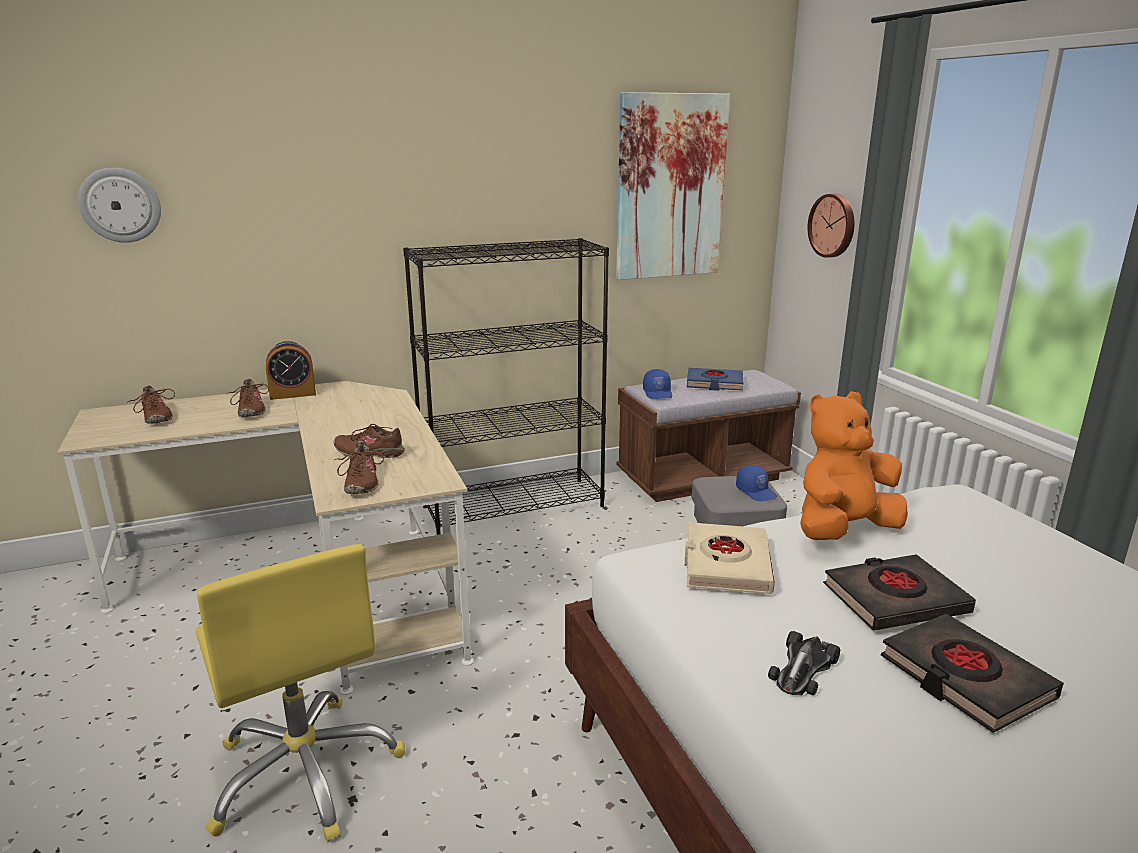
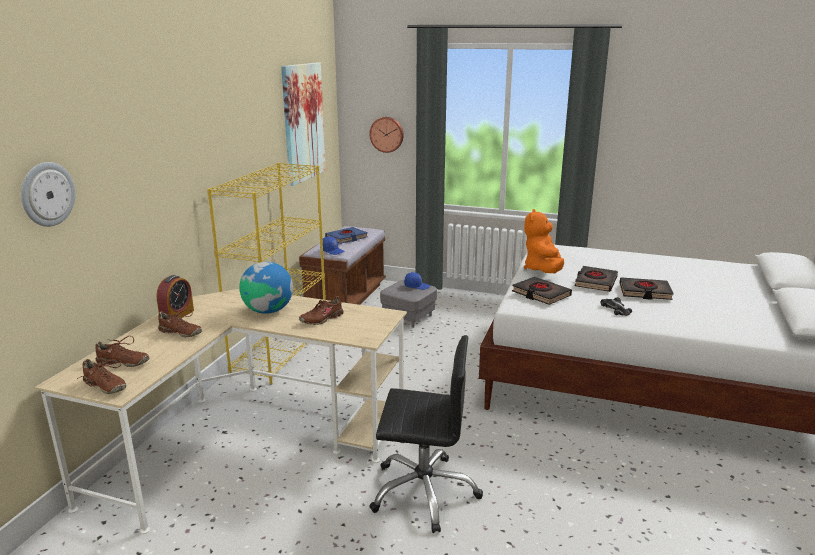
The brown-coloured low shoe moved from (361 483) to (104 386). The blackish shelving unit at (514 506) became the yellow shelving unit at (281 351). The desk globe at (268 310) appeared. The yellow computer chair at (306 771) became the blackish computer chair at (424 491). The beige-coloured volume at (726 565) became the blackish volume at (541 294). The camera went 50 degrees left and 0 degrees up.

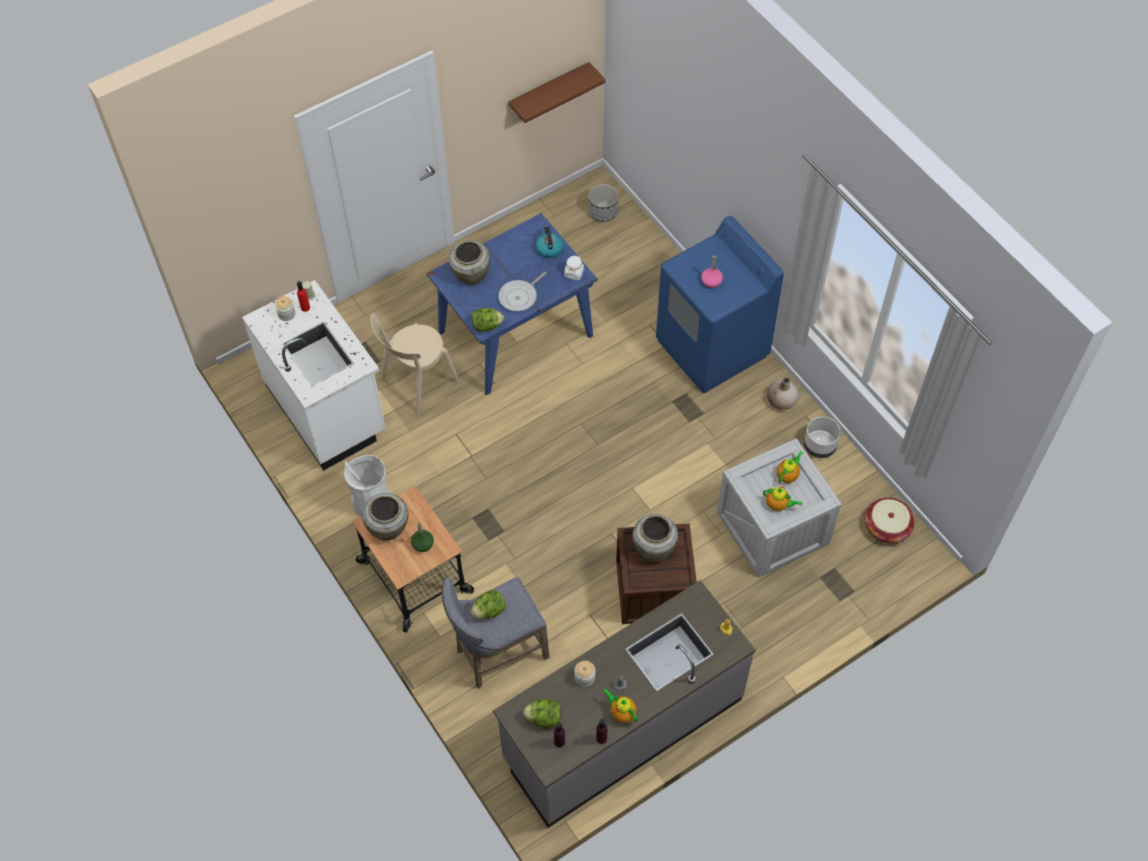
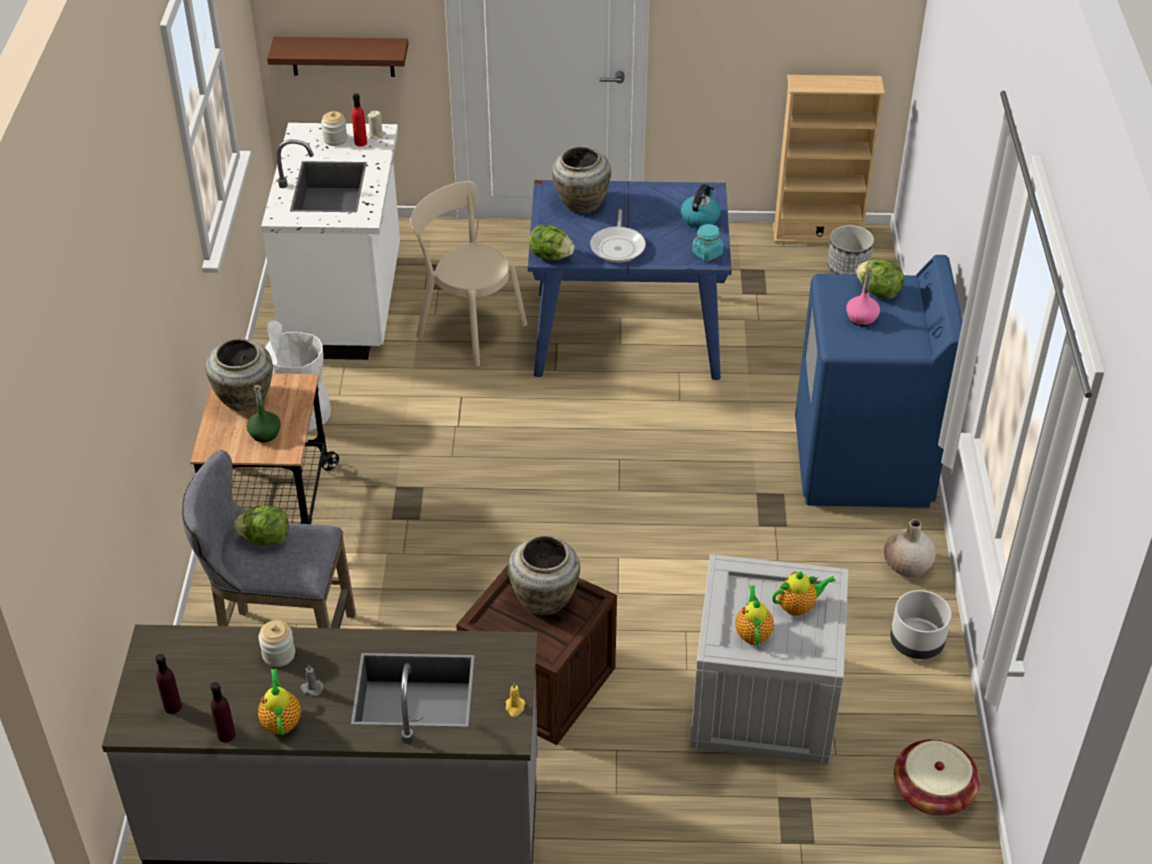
The brown-coloured shelf moved from (549 92) to (342 56). The beige-coloured upright chair at (416 382) turned 45 degrees clockwise. The pan at (519 296) turned 75 degrees counterclockwise. The white-coloured storage jar at (574 273) became the turquoise storage jar at (707 253). The tea pot at (778 505) turned 150 degrees counterclockwise. The beige-coloured shelving unit at (817 234) appeared. The lettuce head moved from (544 718) to (878 292). The camera went 35 degrees right and 15 degrees down.

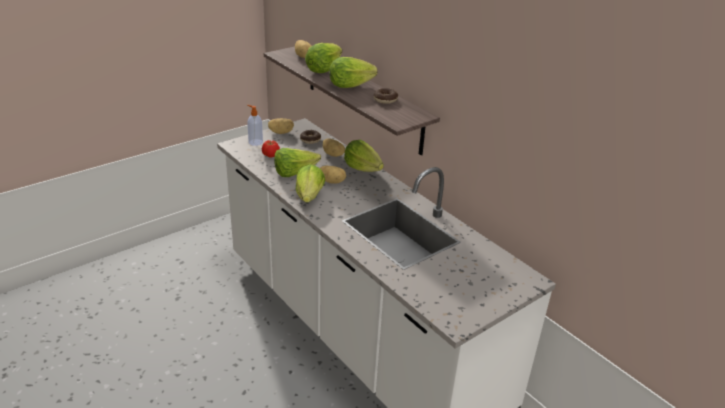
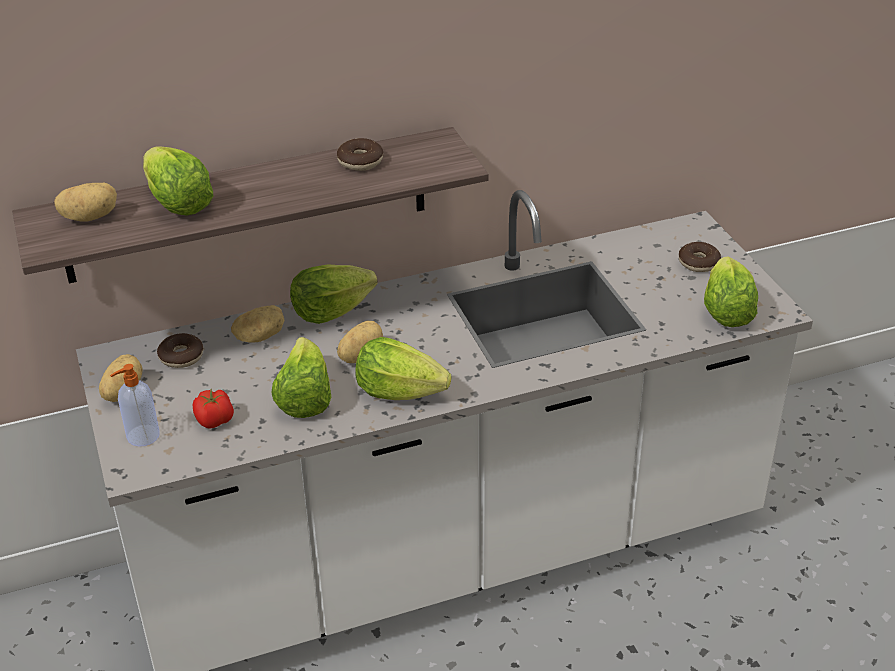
The doughnut at (698 263) appeared. The lettuce head moved from (350 85) to (726 312). The camera went 70 degrees left and 5 degrees up.

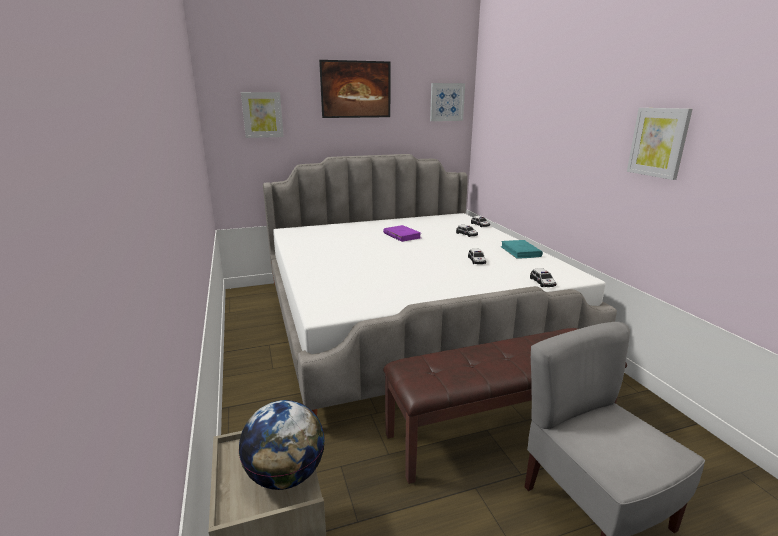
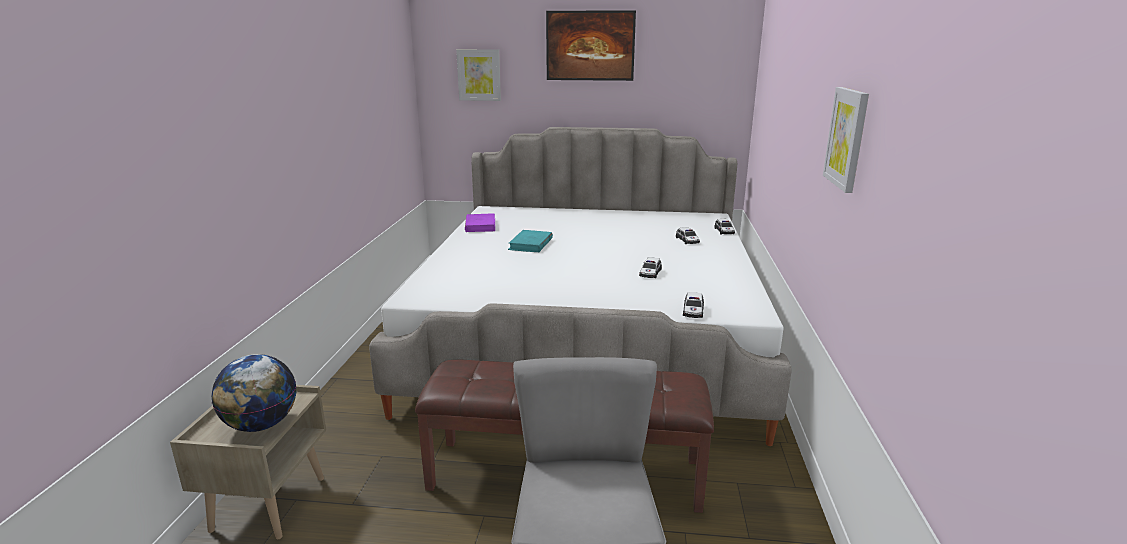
The purple-coloured volume moved from (402 235) to (480 225). The turquoise volume moved from (520 251) to (530 244). The picture at (447 102) disappeared. The camera went 25 degrees right and 0 degrees up.

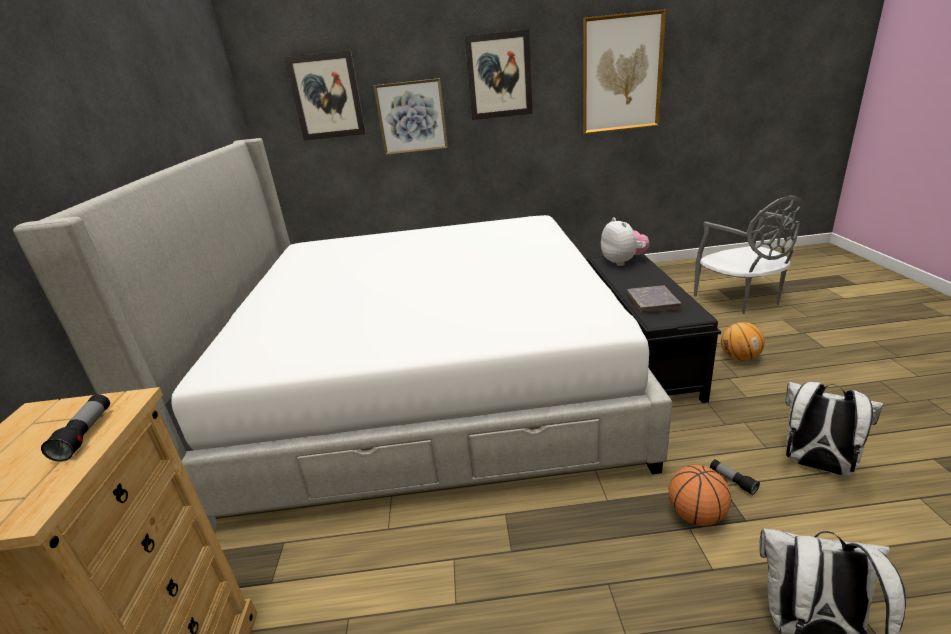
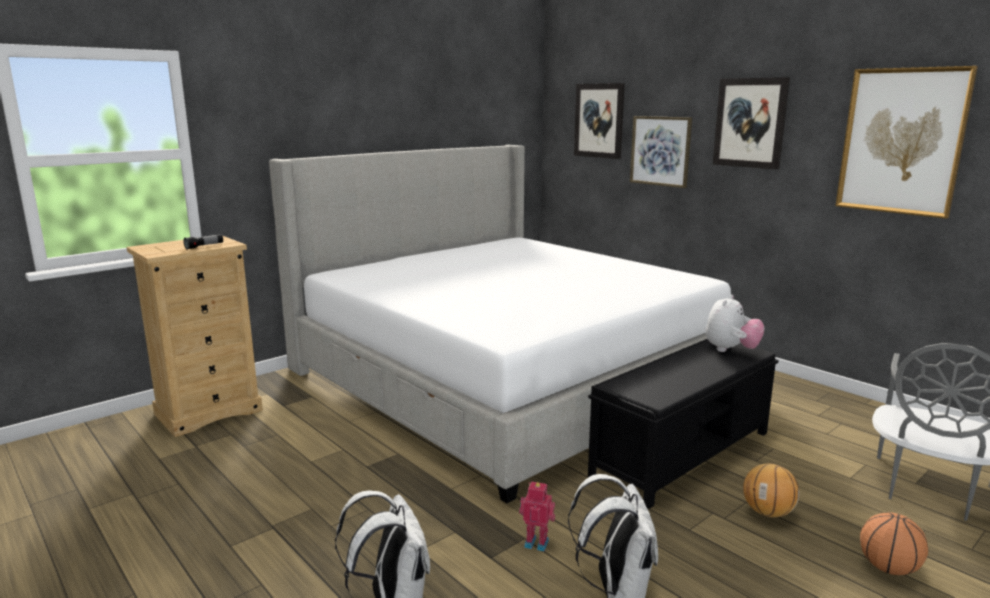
The flashlight at (732 481) was replaced by the robot figure at (537 542). The ball for basketball moved from (696 515) to (888 568). The gray volume at (652 303) disappeared. The camera went 50 degrees right and 10 degrees down.

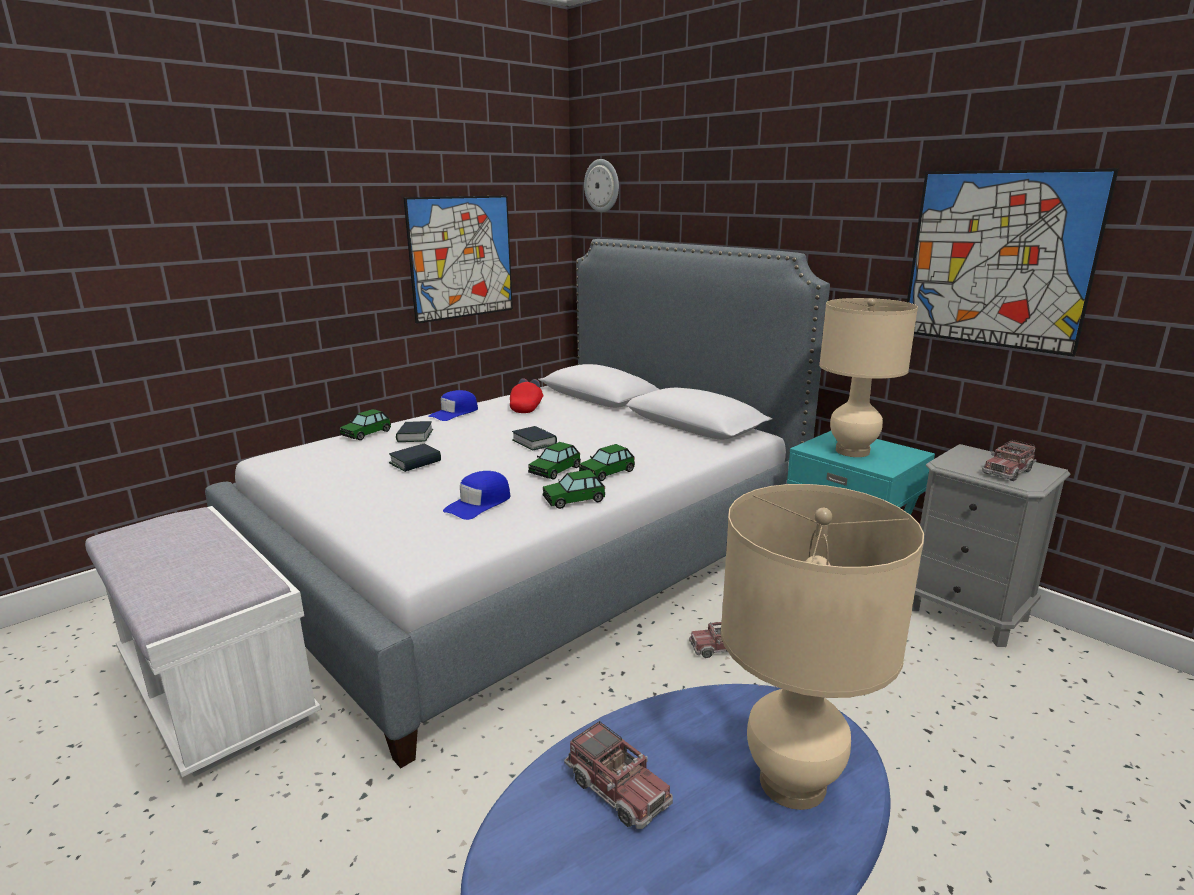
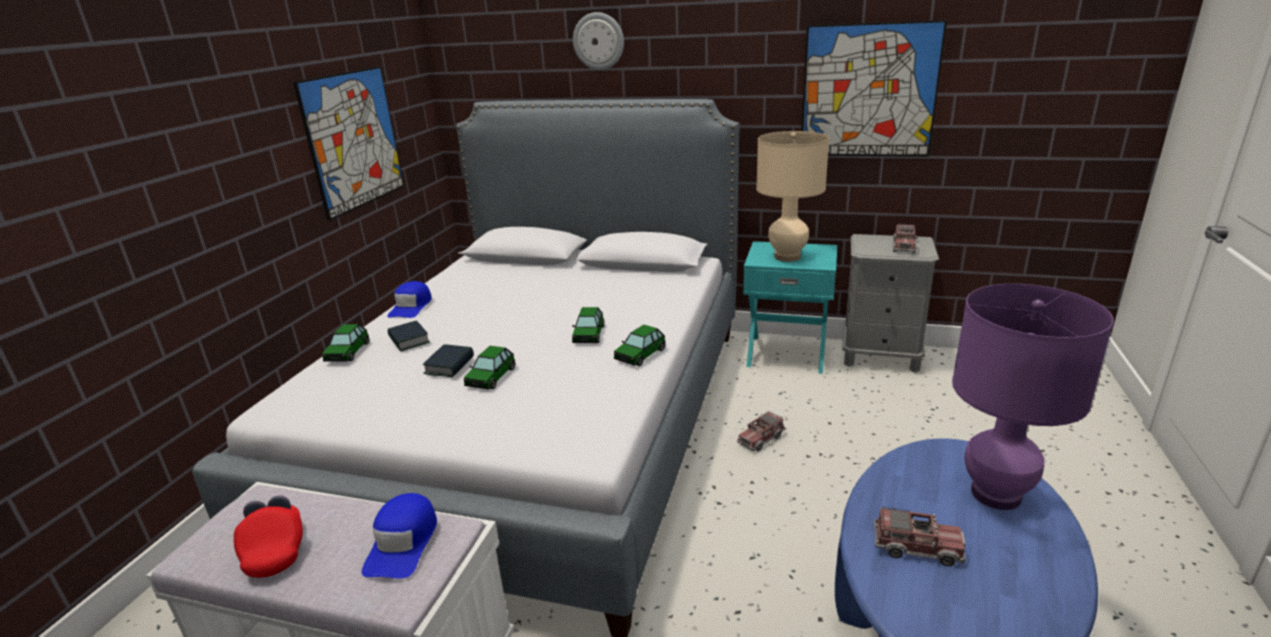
The reddish baseball cap moved from (527 407) to (275 550). The blue-coloured baseball cap moved from (479 504) to (403 543). The model car moved from (607 472) to (491 377). The wall clock moved from (602 185) to (598 41). The beige-coloured lamp for a table at (792 783) became the purple-coloured lamp for a table at (996 495). The volume at (534 442) disappeared. The camera went 30 degrees left and 5 degrees up.

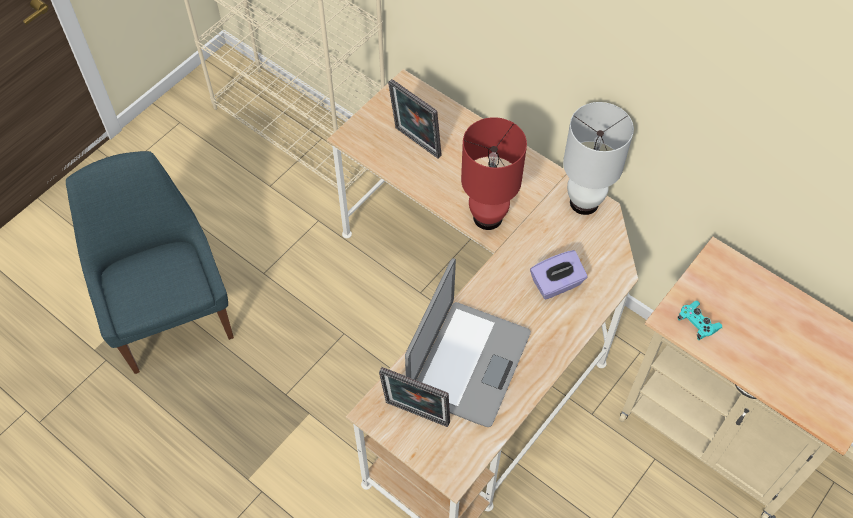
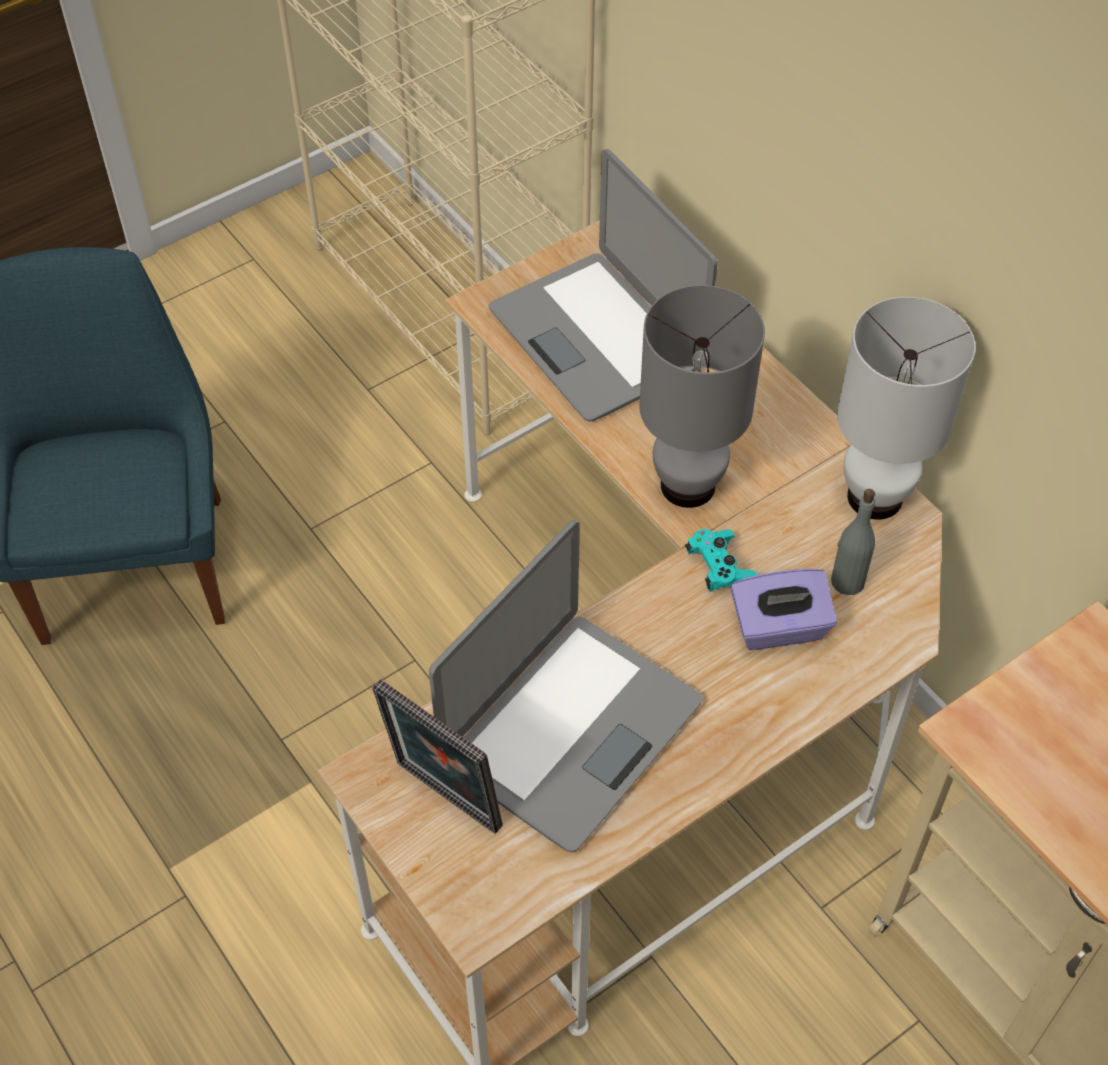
The picture frame at (415 144) was replaced by the laptop at (598 337). The reddish lamp for a table at (488 217) became the gray lamp for a table at (689 486). The turquoise gamepad moved from (697 324) to (719 568). The gray bottle at (847 581) appeared. The camera went 15 degrees right and 5 degrees down.

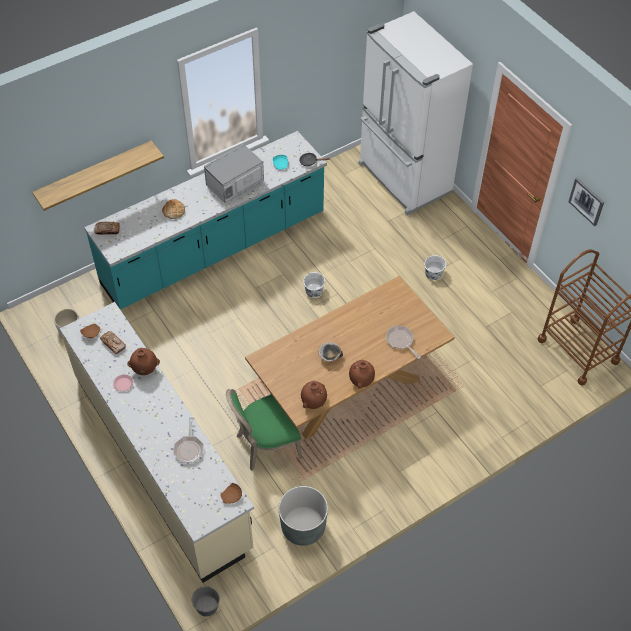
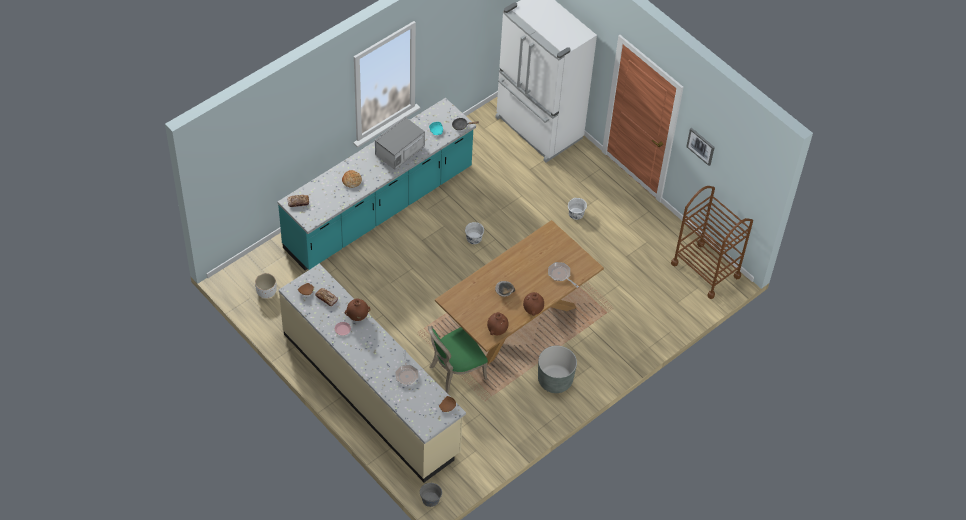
The gray plant pot moved from (303 527) to (555 380). The shelf at (94 174) disappeared. The camera went 10 degrees left and 0 degrees up.

